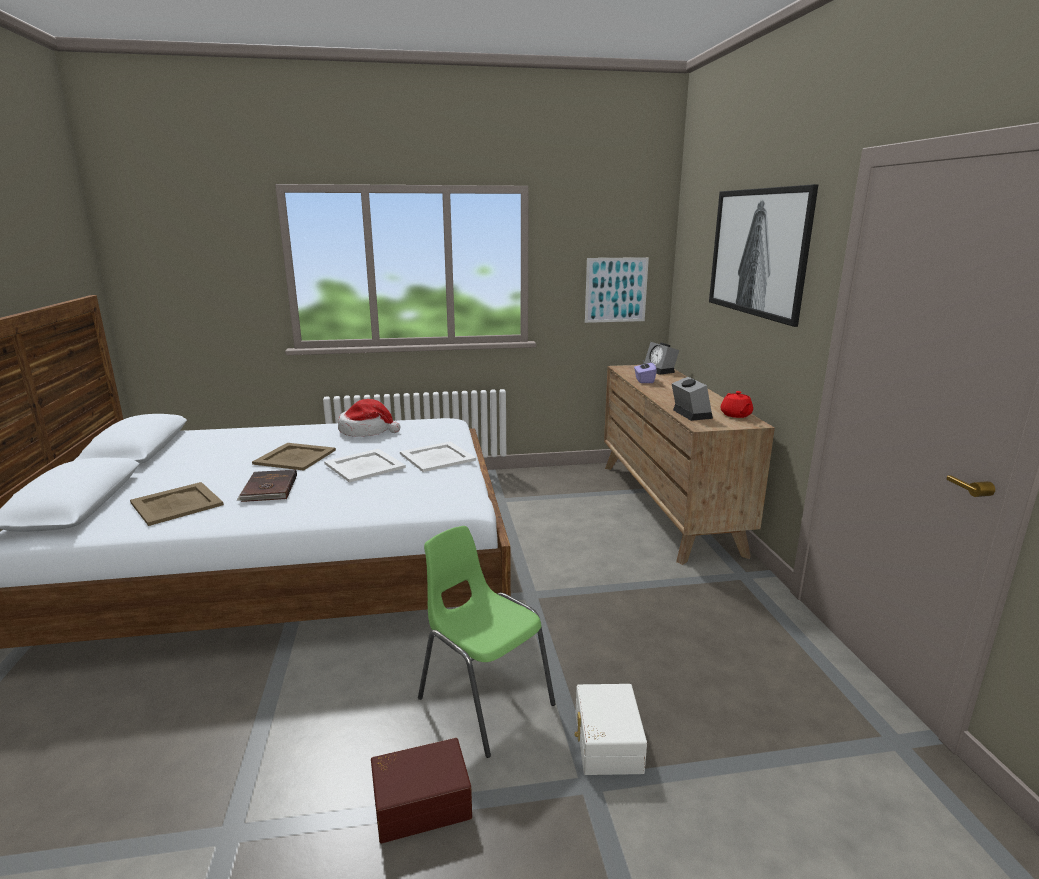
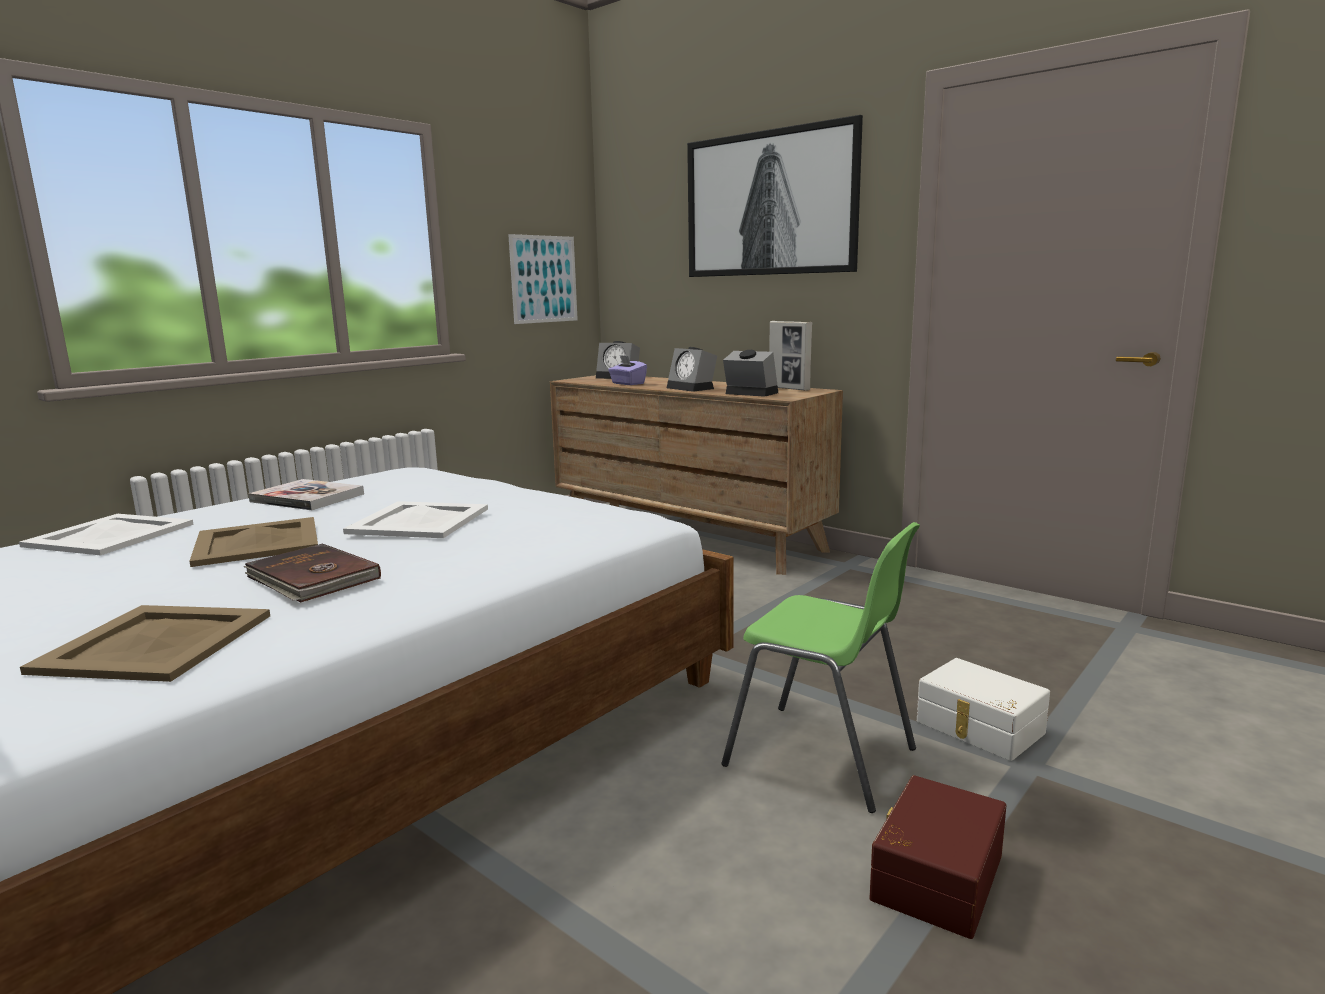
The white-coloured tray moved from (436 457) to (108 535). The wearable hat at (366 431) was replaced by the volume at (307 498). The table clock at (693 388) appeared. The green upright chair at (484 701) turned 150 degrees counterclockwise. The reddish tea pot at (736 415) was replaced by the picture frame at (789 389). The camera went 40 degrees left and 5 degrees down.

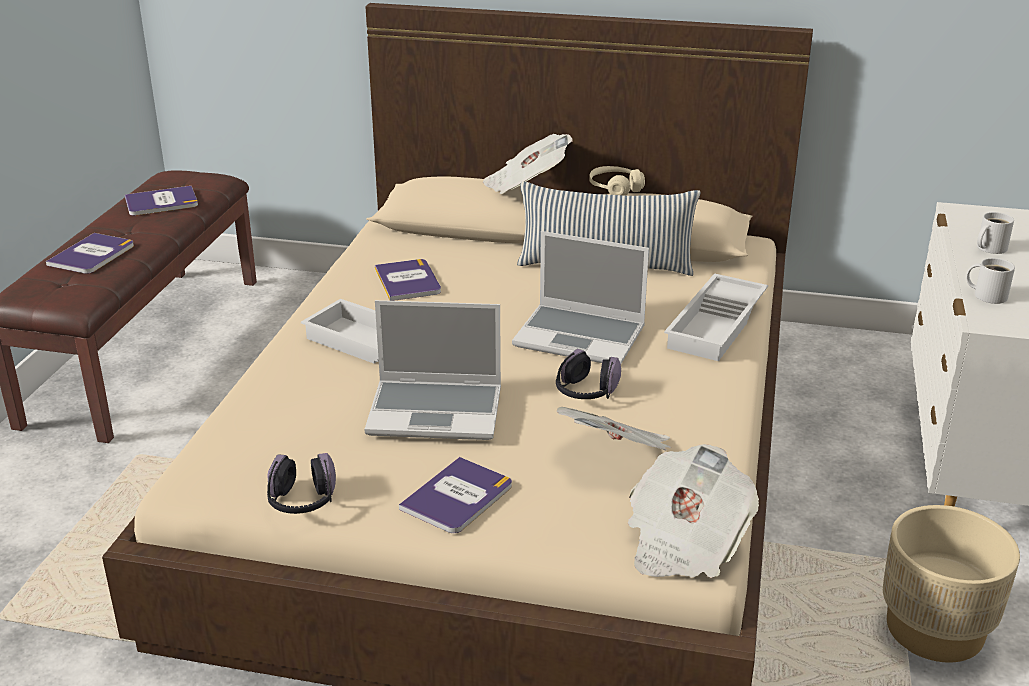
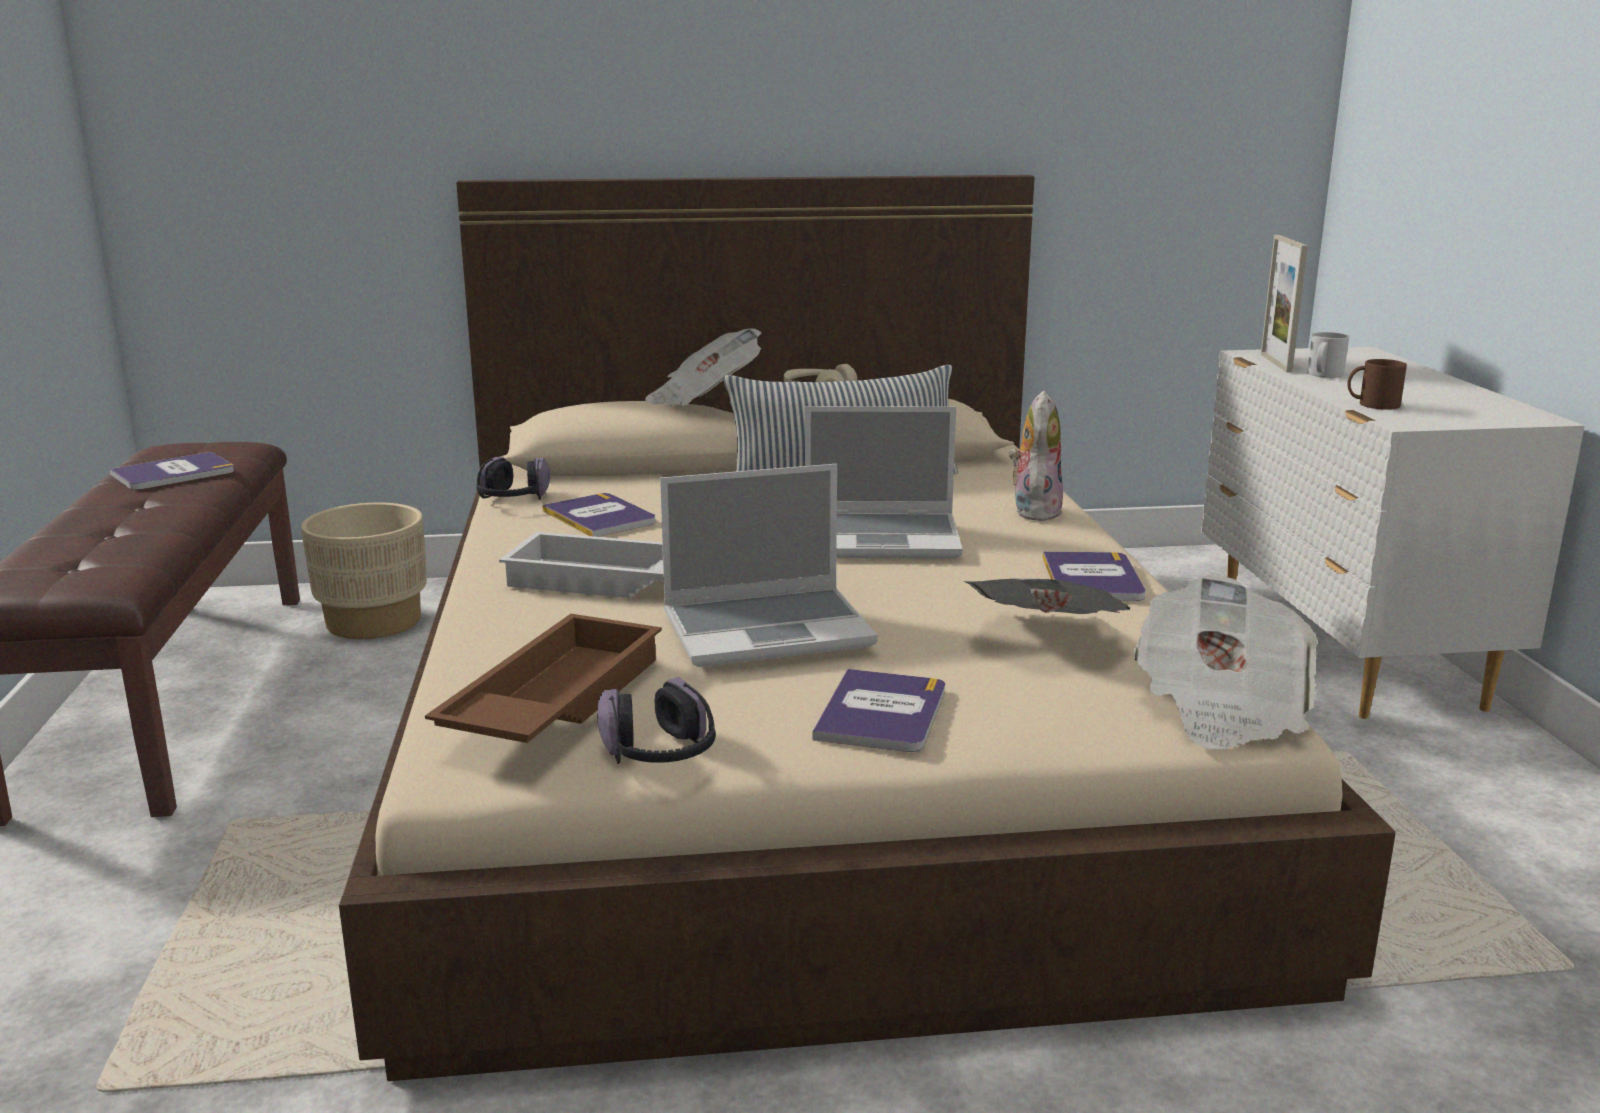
The beige-coloured plant pot moved from (935 630) to (374 622). The brown-coloured tray at (551 700) appeared. The pair of headphones moved from (585 392) to (512 500). The white-coloured tray at (718 325) was replaced by the soft toy at (1034 511). The volume moved from (92 255) to (1092 579). The picture frame at (1275 363) appeared. The white-coloured mug at (987 295) became the brown-coloured mug at (1375 404). The camera went 20 degrees left and 10 degrees down.

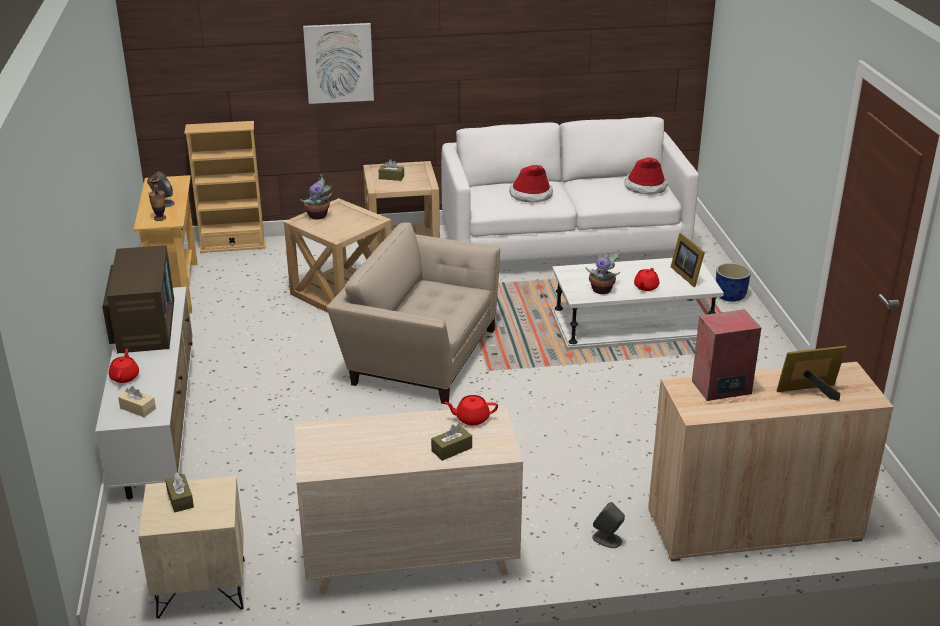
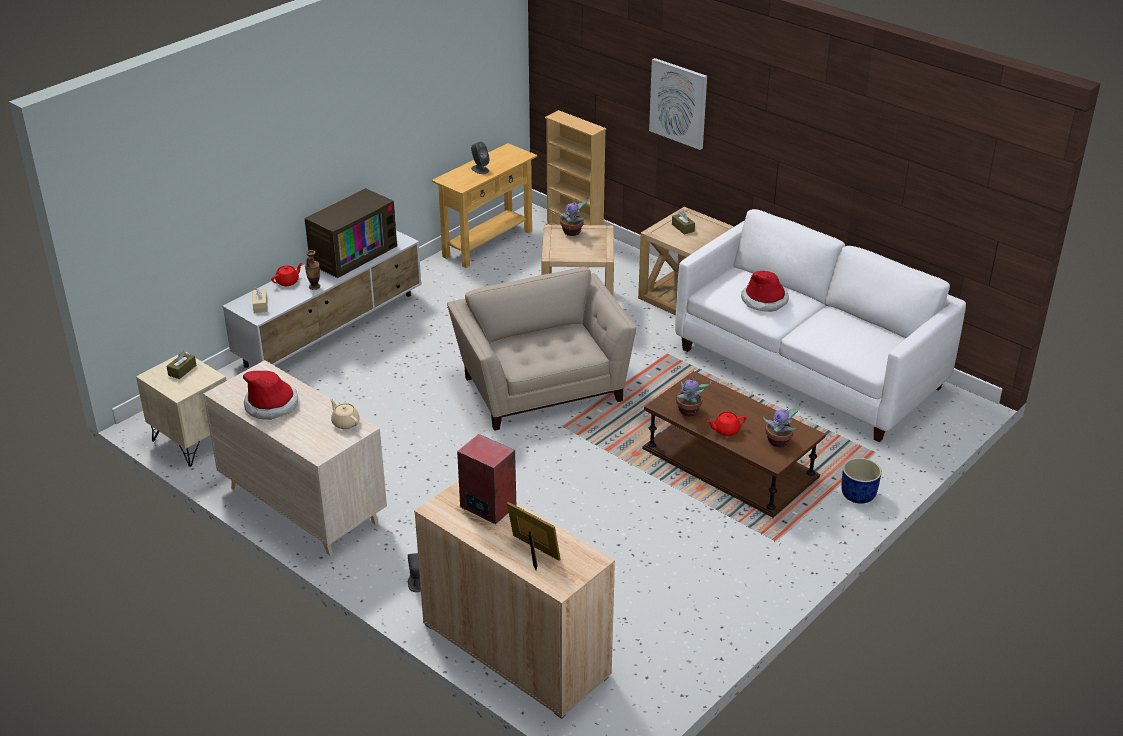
The wearable hat moved from (645 187) to (271 404). The vase moved from (160 218) to (314 287). The reddish tea pot at (471 418) became the beige-coloured tea pot at (345 423). The white-coloured coffee table at (633 324) became the brown-coloured coffee table at (730 463). The picture frame at (687 275) was replaced by the plant in a pot at (779 442). The brown-coloured box of tissues at (451 449) disappeared. The camera went 50 degrees right and 5 degrees up.

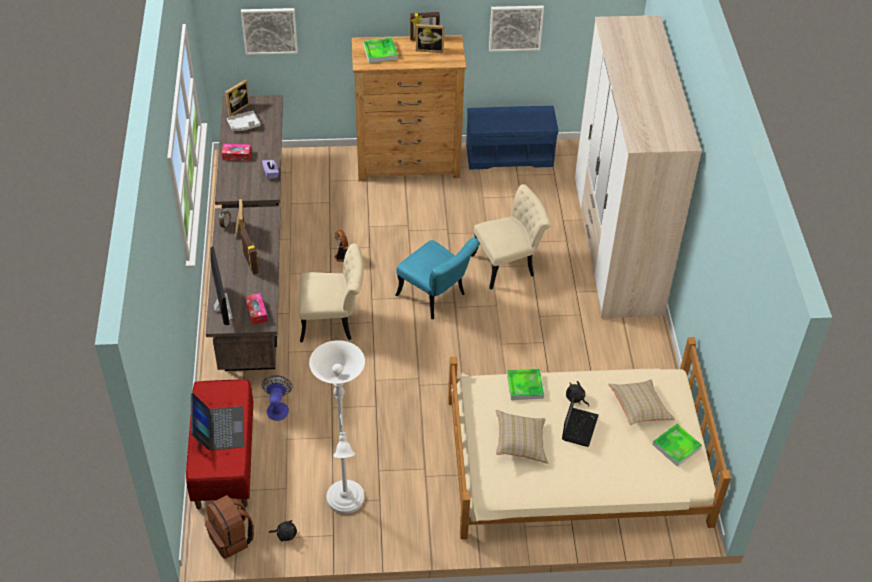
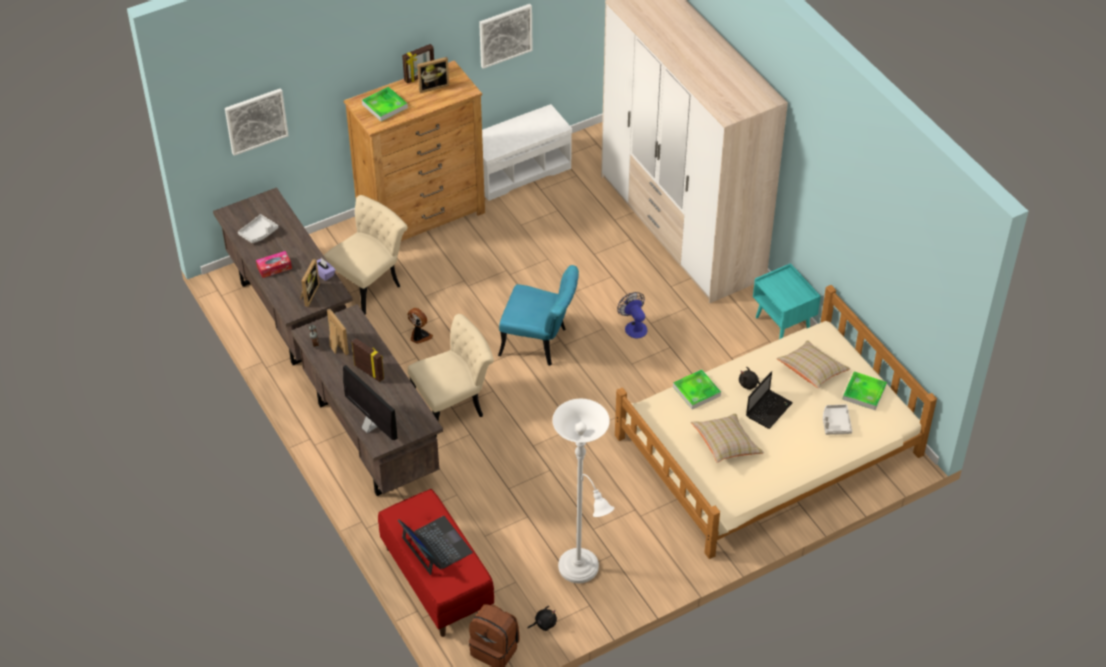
The picture frame moved from (237 108) to (308 294). The beige-coloured upright chair moved from (509 264) to (370 283). The blue-coloured indoor bench at (510 154) became the white-coloured indoor bench at (520 171). The fan moved from (278 407) to (634 326). The laptop at (579 426) turned 45 degrees clockwise. The turquoise nightstand at (783 324) appeared. The gray tray at (835 423) appeared. The box of tissues at (256 312) disappeared. The camera went 25 degrees left and 0 degrees up.

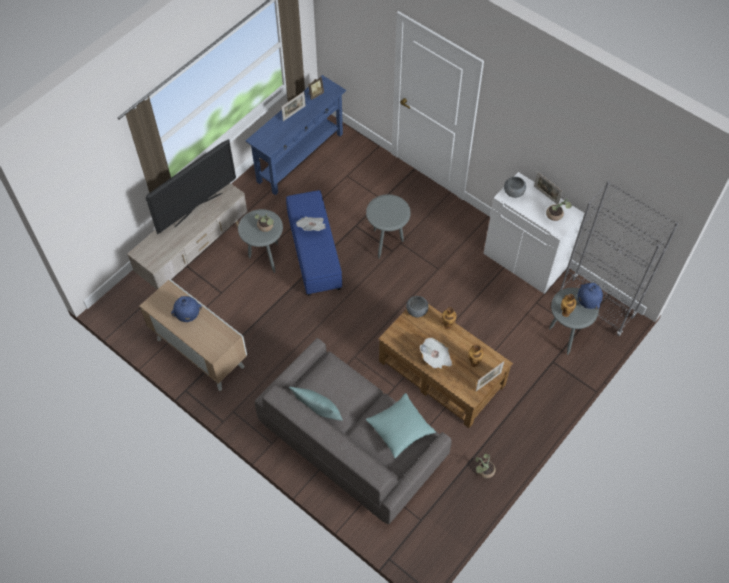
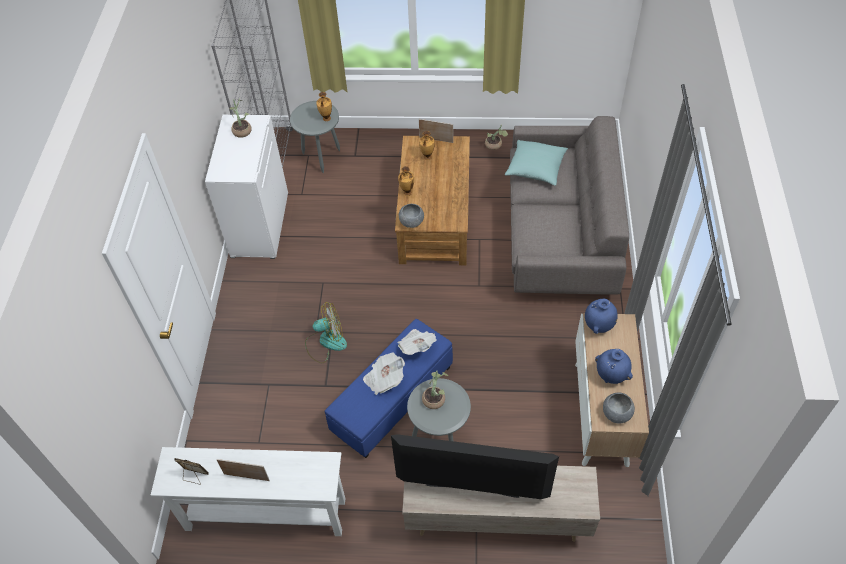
The blue-coloured narrow table at (300 157) became the white-coloured narrow table at (265 515). The gray side table at (387 243) was replaced by the fan at (326 342). The daily paper moved from (436 358) to (417 346). The blue-coloured vase moved from (587 302) to (598 326). The gray serving bowl moved from (514 192) to (616 413). The turquoise throw pillow at (317 413) disappeared. The picture frame at (546 195) disappeared. The camera went 125 degrees left and 5 degrees down.

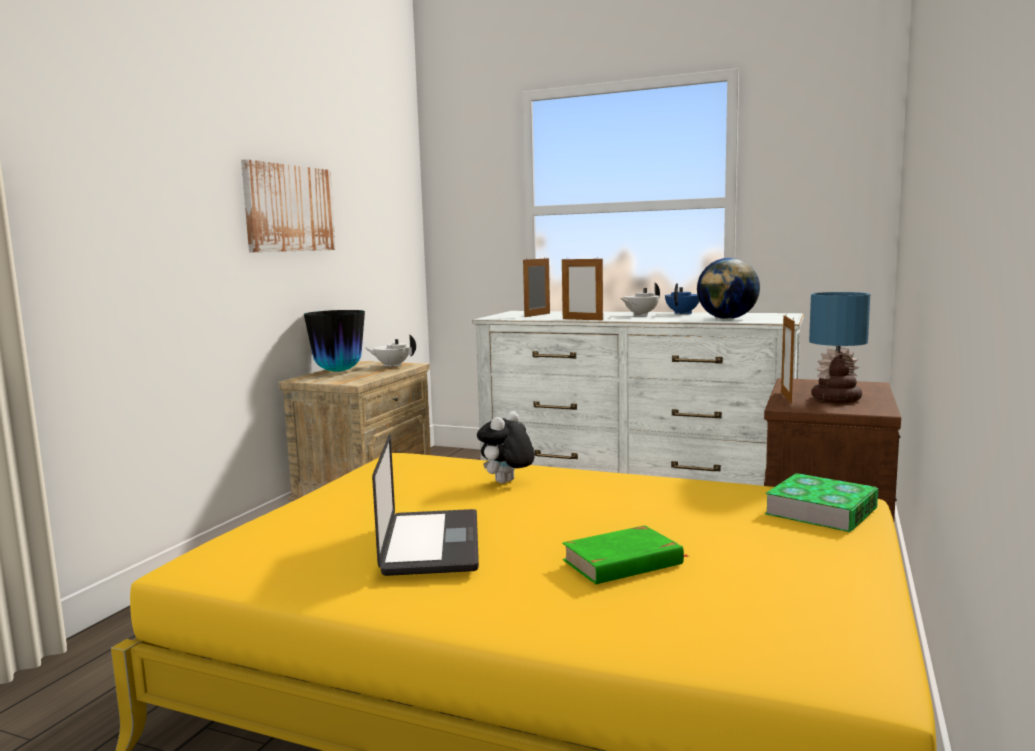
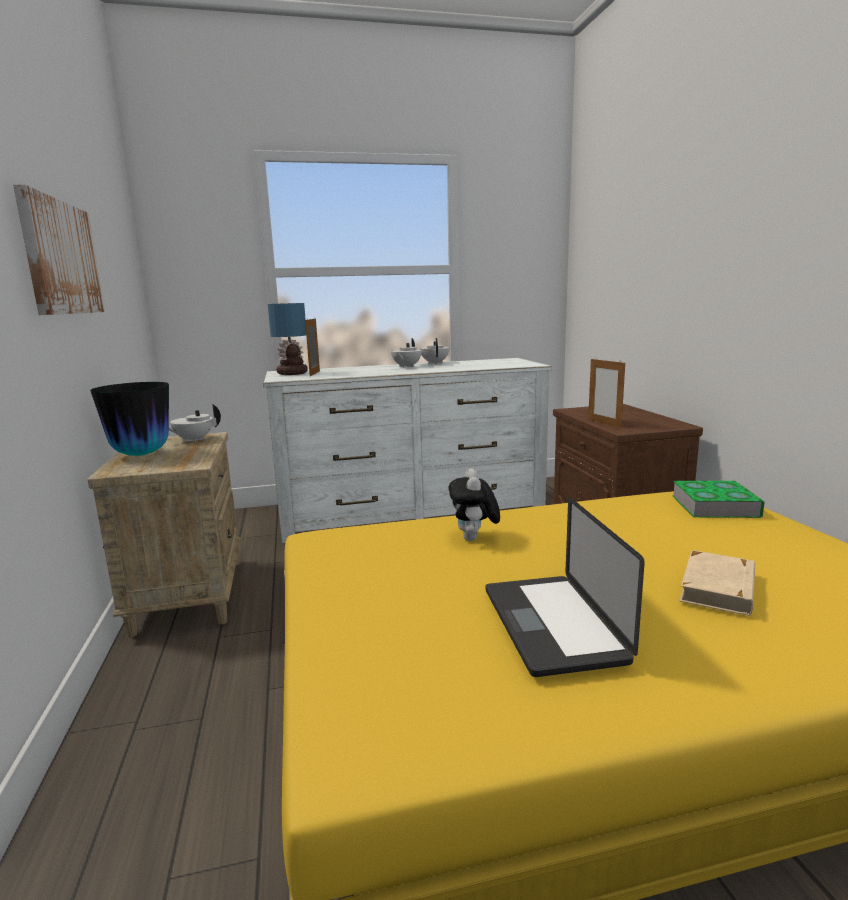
The lamp for a table moved from (835 399) to (292 373). The blue-coloured tea pot at (683 313) became the white-coloured tea pot at (435 363). The laptop at (431 544) turned 150 degrees counterclockwise. The green volume at (623 562) became the beige-coloured volume at (719 588). The picture frame at (582 319) disappeared. The desk globe at (727 318) disappeared. The camera went 35 degrees left and 5 degrees up.

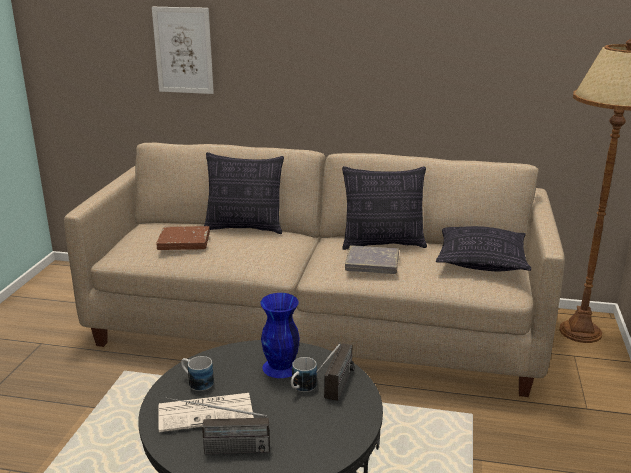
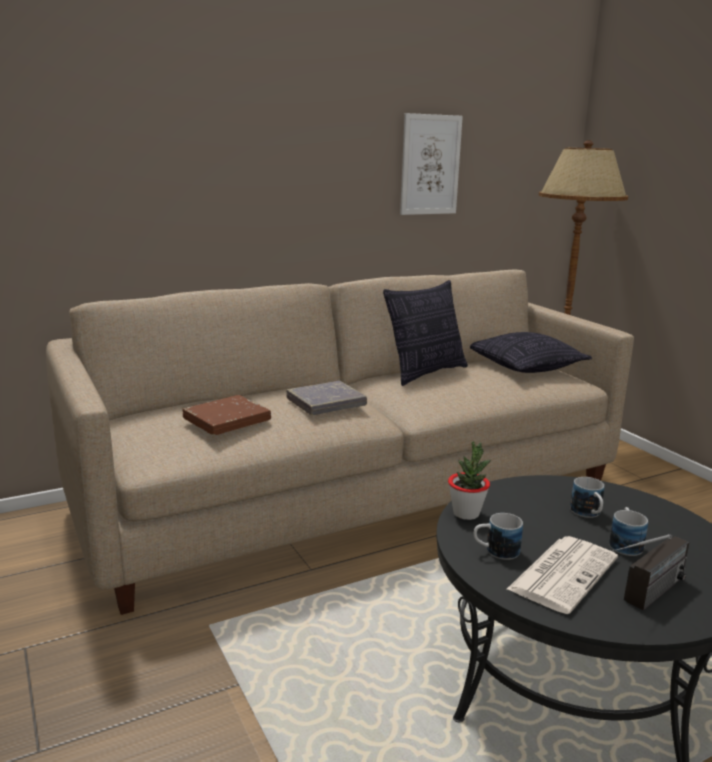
The gray volume moved from (372 264) to (326 403). The picture moved from (183 50) to (430 165). The plant in a pot at (466 513) appeared. The mug at (625 543) appeared. The throw pillow at (245 228) disappeared. The blue-coloured vase at (280 367) disappeared. The radio set at (336 392) disappeared. The camera went 40 degrees left and 5 degrees down.

